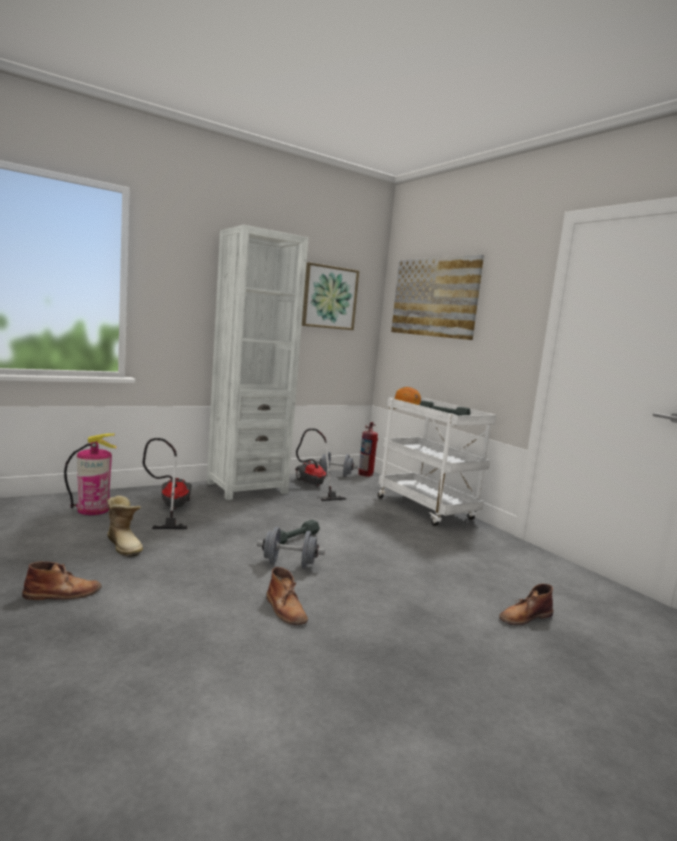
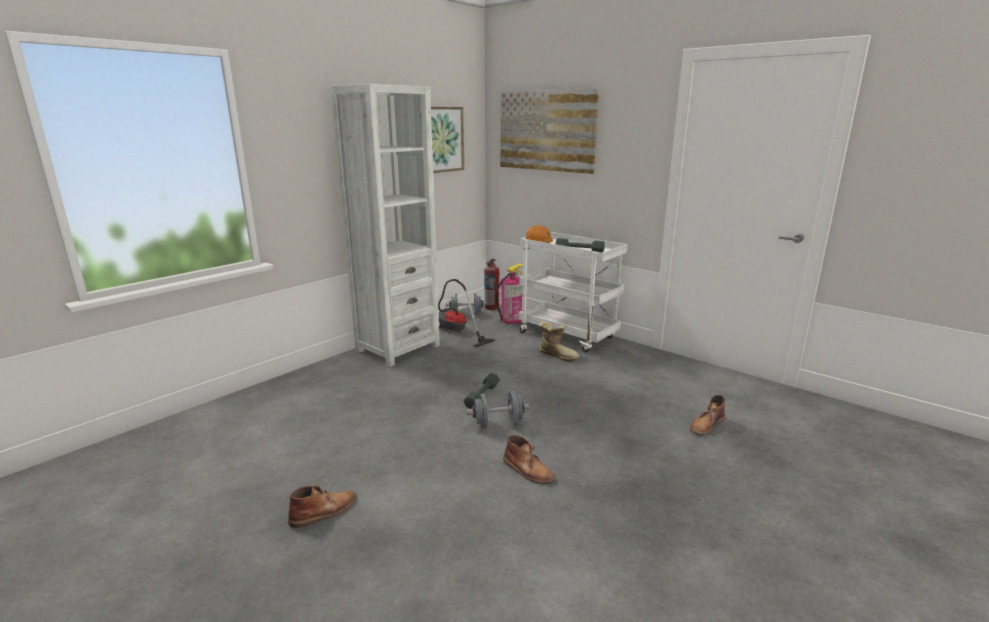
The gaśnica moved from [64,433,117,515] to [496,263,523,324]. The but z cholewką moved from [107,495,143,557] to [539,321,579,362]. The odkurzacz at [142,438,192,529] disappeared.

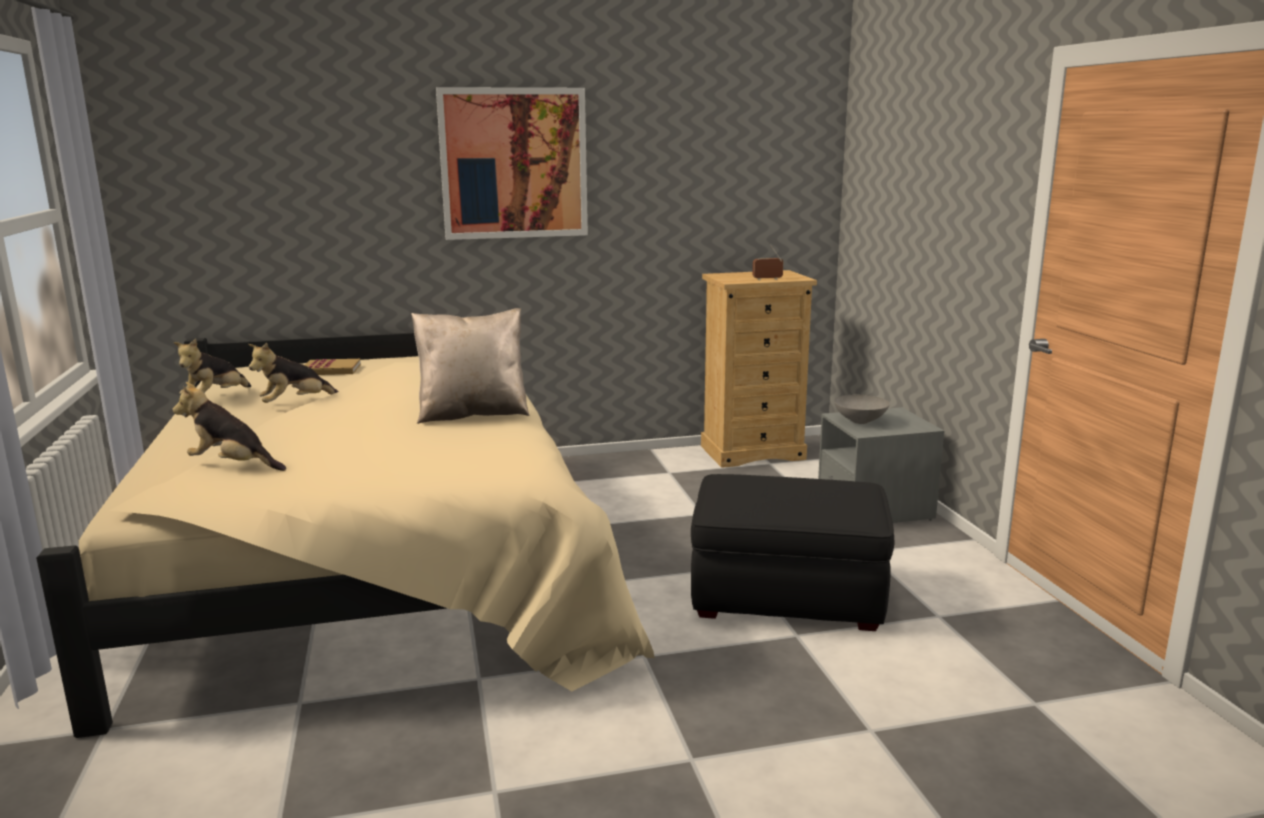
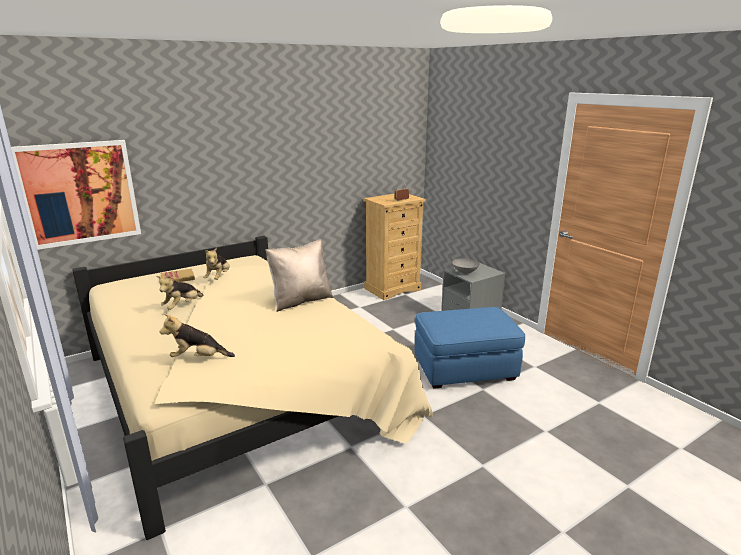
The pluszak moved from [173,339,251,394] to [203,247,230,280]. The obraz moved from [436,87,588,240] to [11,140,141,250]. The pufa (czarny) at [691,474,894,631] became the pufa (niebieski) at [415,307,525,389].

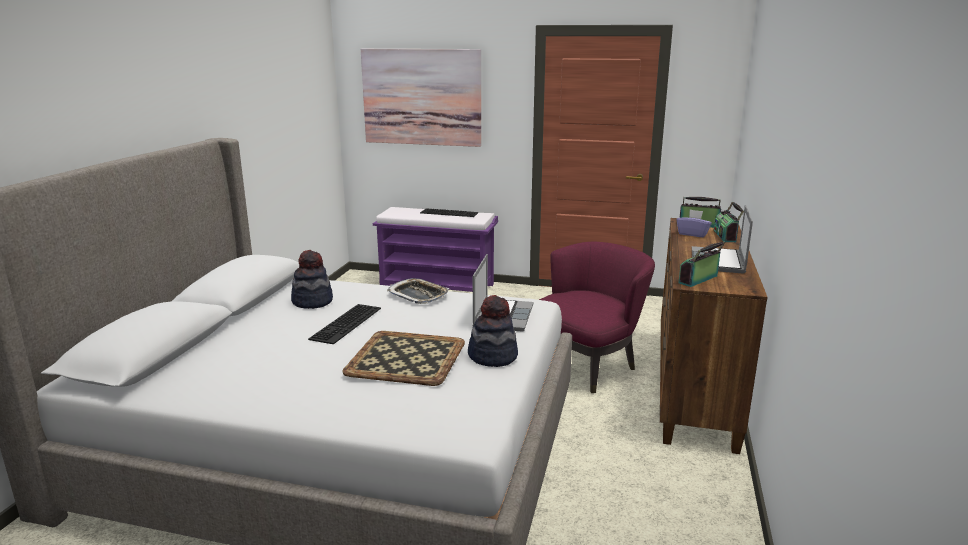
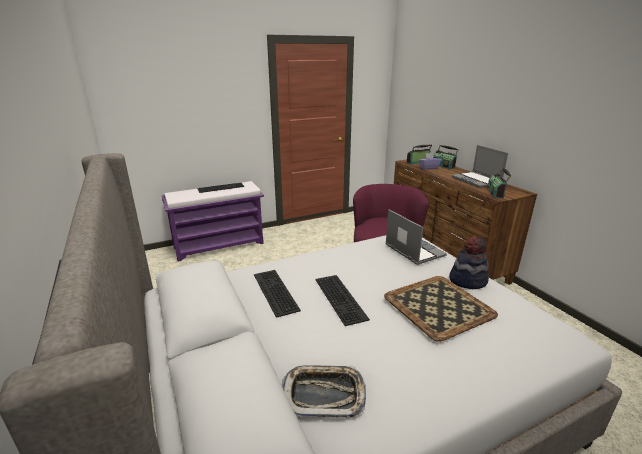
The kapelusz at [291,250,333,309] was replaced by the klawiatura at [254,270,301,318]. The obraz at [361,49,481,147] disappeared. The taca moved from [387,278,449,304] to [282,365,366,418].

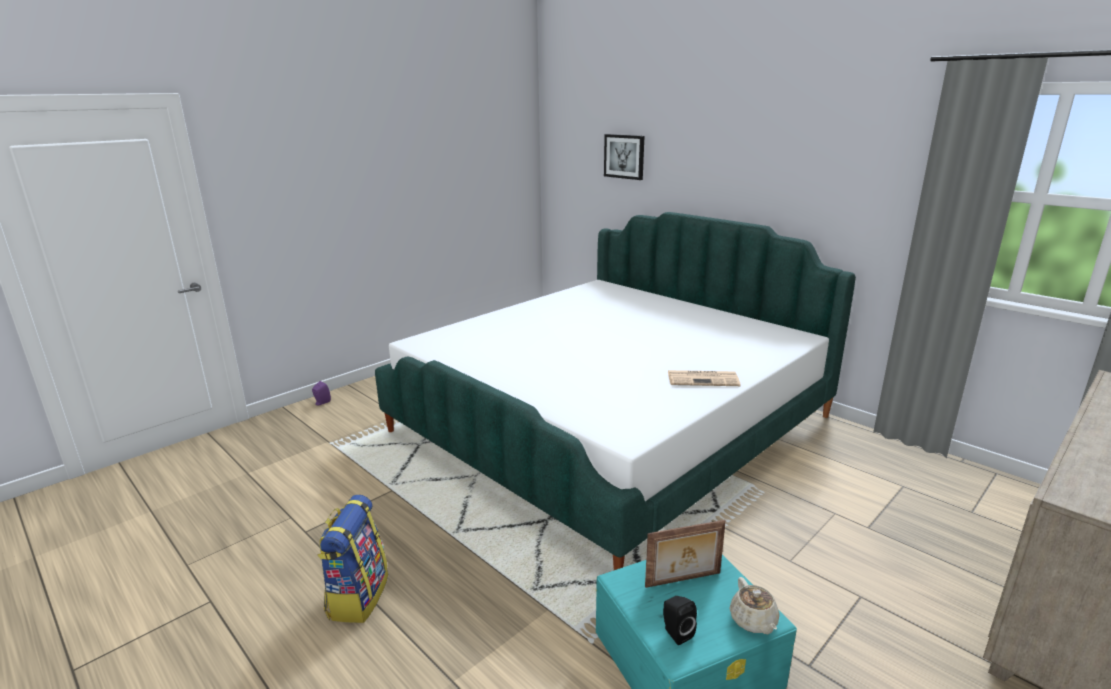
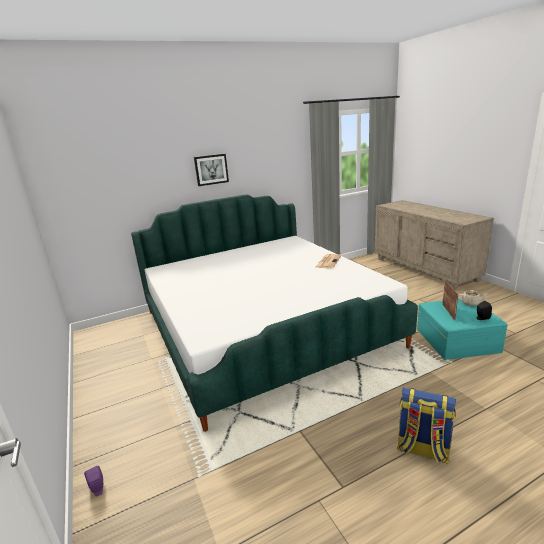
The obraz moved from [604,134,644,180] to [194,154,229,186].

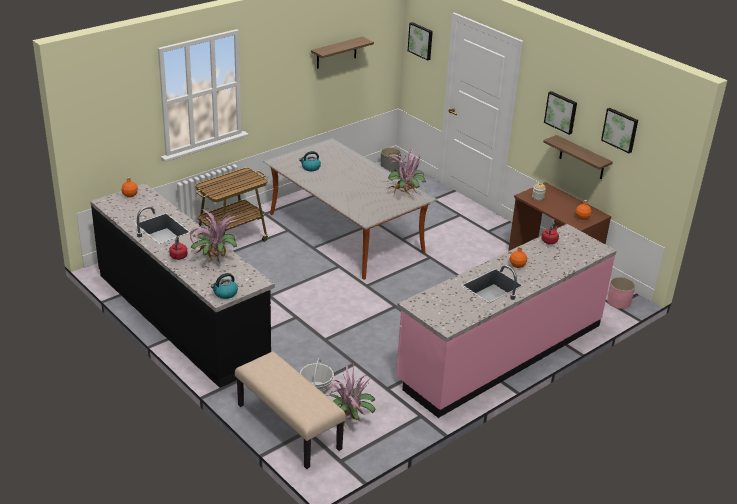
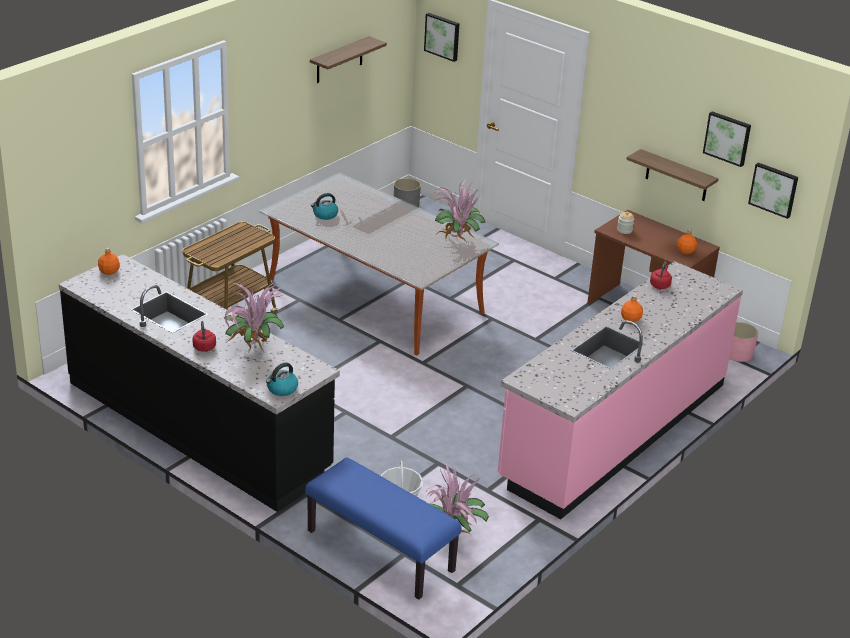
The ławka (beżowy) at [235,351,346,469] became the ławka (niebieski) at [305,457,461,600]. The obraz moved from [544,91,577,135] to [748,163,798,219].

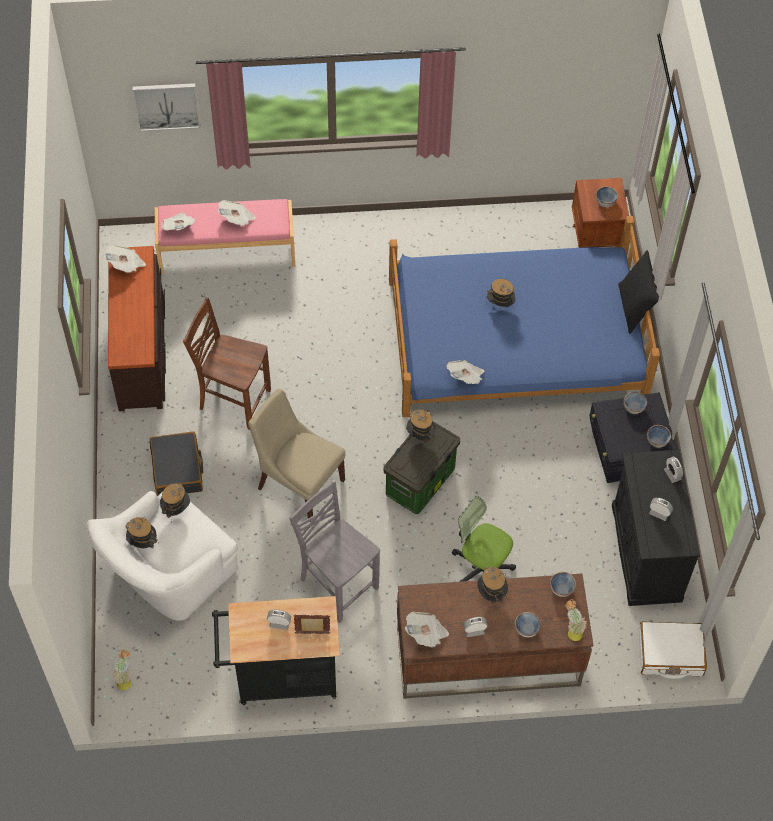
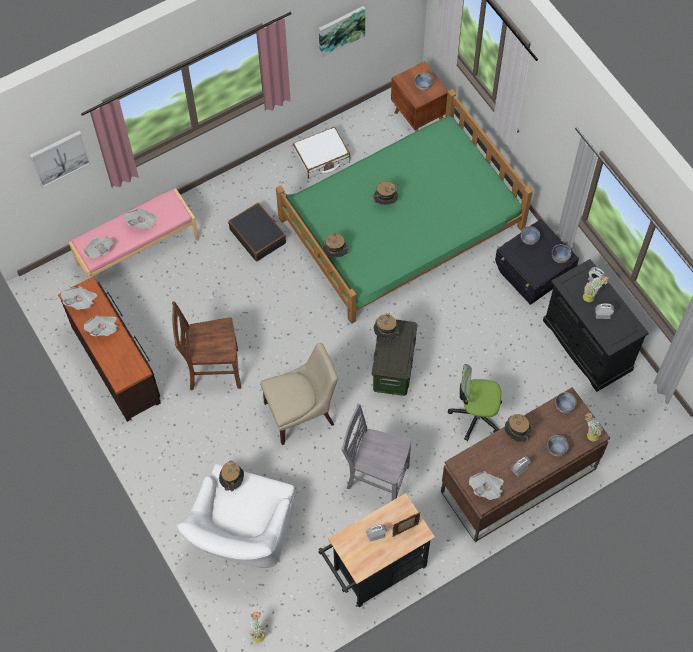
The kapelusz moved from [126,517,159,548] to [323,233,349,257]. The walizka (czarny) moved from [150,431,203,497] to [228,203,286,262]. The krzesło (beżowy) at [248,388,345,522] turned 150 degrees clockwise. The łóżko (niebieski) at [389,216,660,417] became the łóżko (zielony) at [276,89,533,324]. The gazeta moved from [447,360,484,384] to [84,316,118,336]. The poduszka (czarny) at [618,250,659,334] disappeared. The walizka (biały) moved from [638,621,707,679] to [293,127,350,178]. The obraz at [319,6,365,58] appeared. The roślina doniczkowa at [583,276,609,302] appeared.

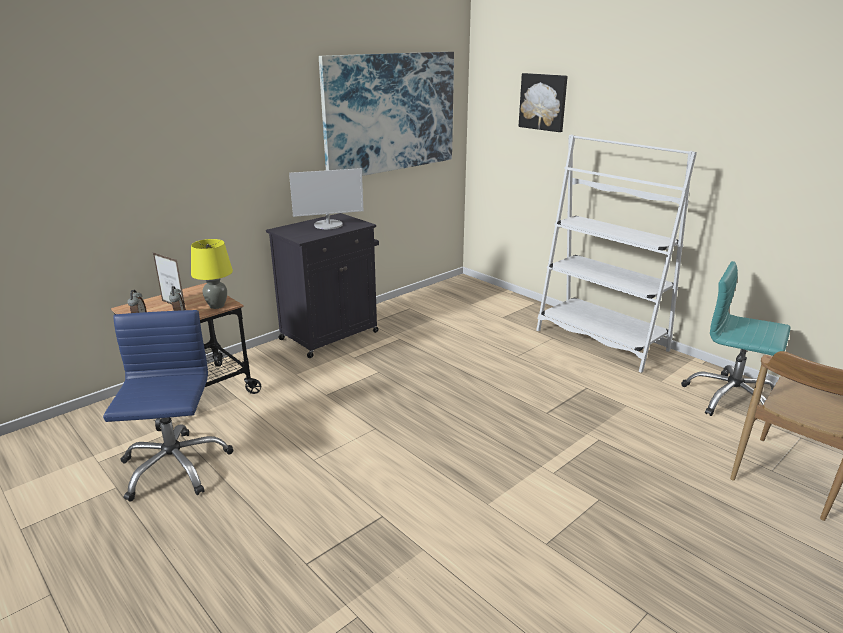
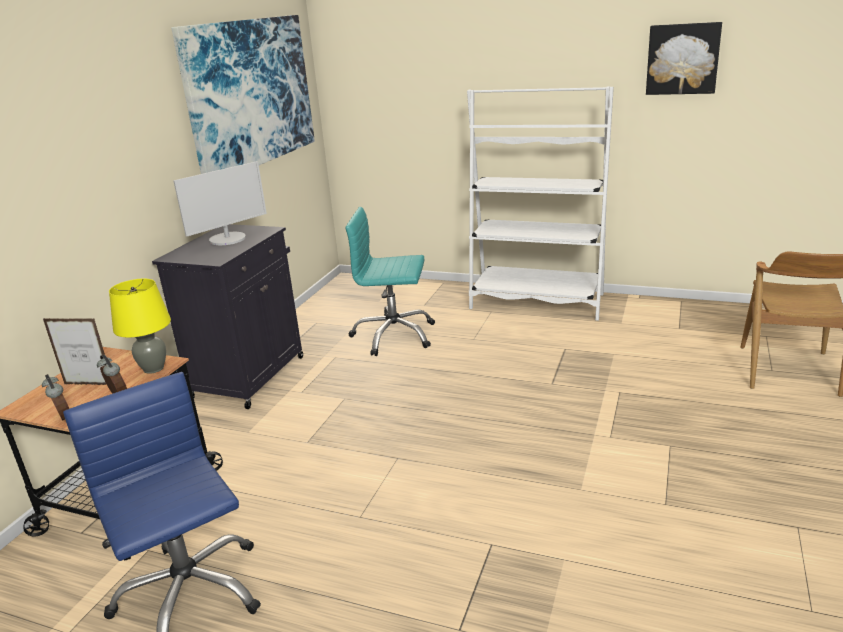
The obraz moved from [519,73,567,132] to [646,22,722,95]. The krzesło biurowe (turkusowy) moved from [681,261,791,416] to [345,207,435,356].

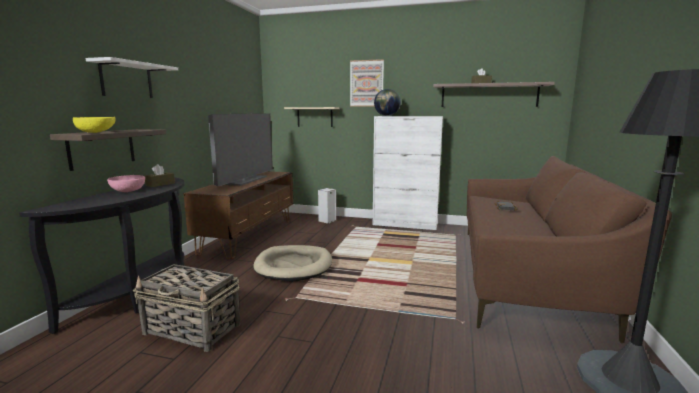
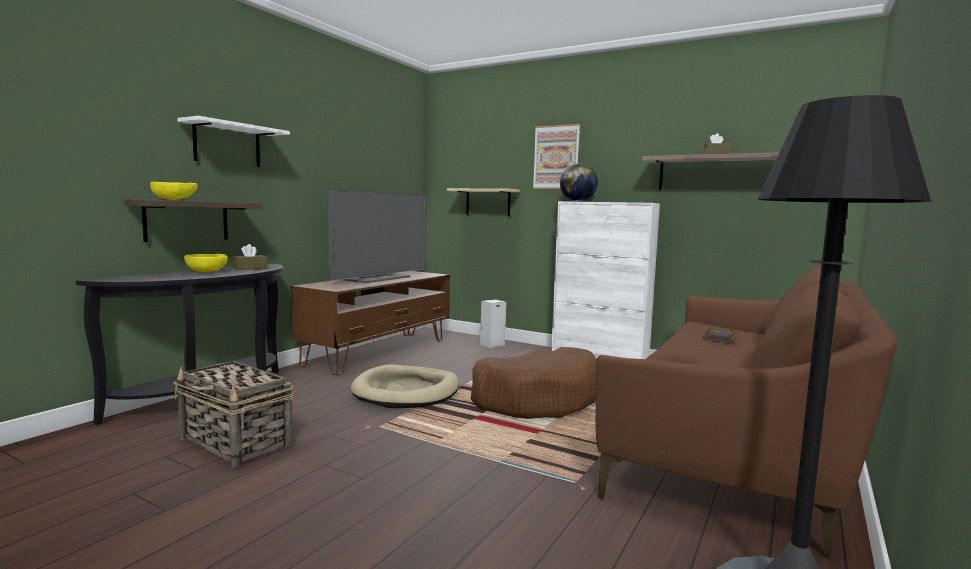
The miska (różowy) at [107,175,145,192] became the miska (żółty) at [184,254,228,272]. The legowisko (brązowy) at [470,347,597,419] appeared.

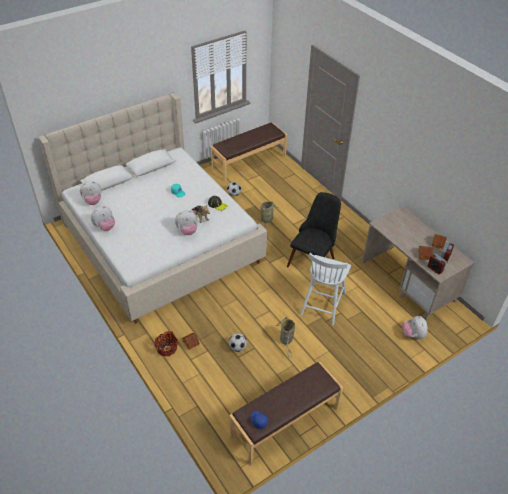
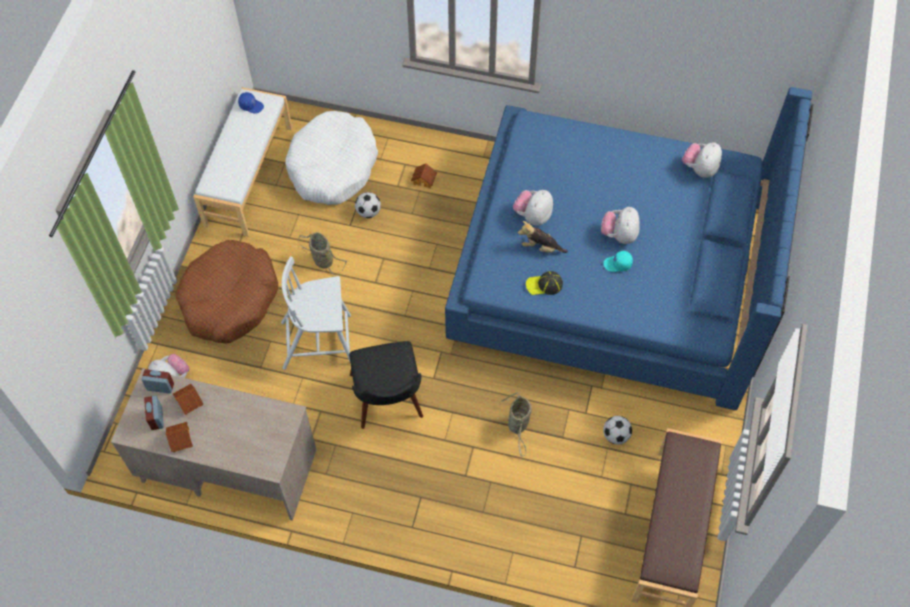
The łóżko (beżowy) at [38,92,267,323] became the łóżko (niebieski) at [445,87,814,410]. The pluszak moved from [91,206,115,231] to [601,207,640,244]. The koszyk at [154,331,178,356] disappeared. The ławka (brązowy) at [229,361,343,465] became the ławka (biały) at [193,87,292,237]. The krzesło (biały) at [300,253,351,325] turned 75 degrees counterclockwise. The legowisko (brązowy) at [175,240,278,343] appeared. The legowisko (biały) at [285,111,378,205] appeared.

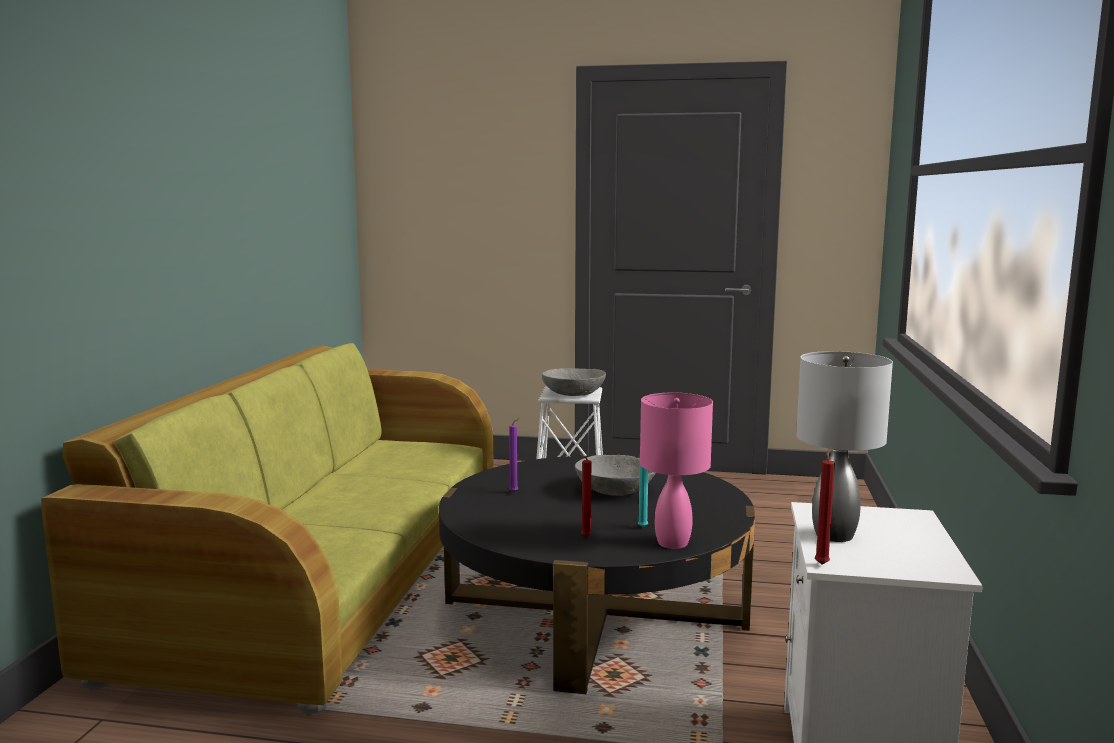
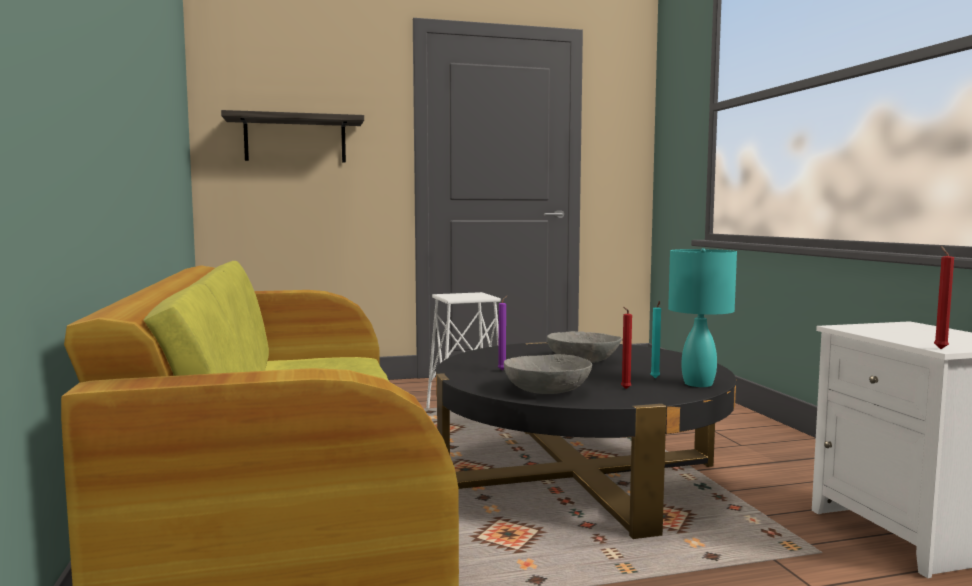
The miska (szary) moved from [542,368,606,396] to [504,354,592,394]. The lampa stołowa (różowy) at [640,393,713,549] became the lampa stołowa (turkusowy) at [668,248,737,387]. The lampa stołowa (szary) at [796,351,893,542] disappeared. The półka at [221,110,364,163] appeared.

